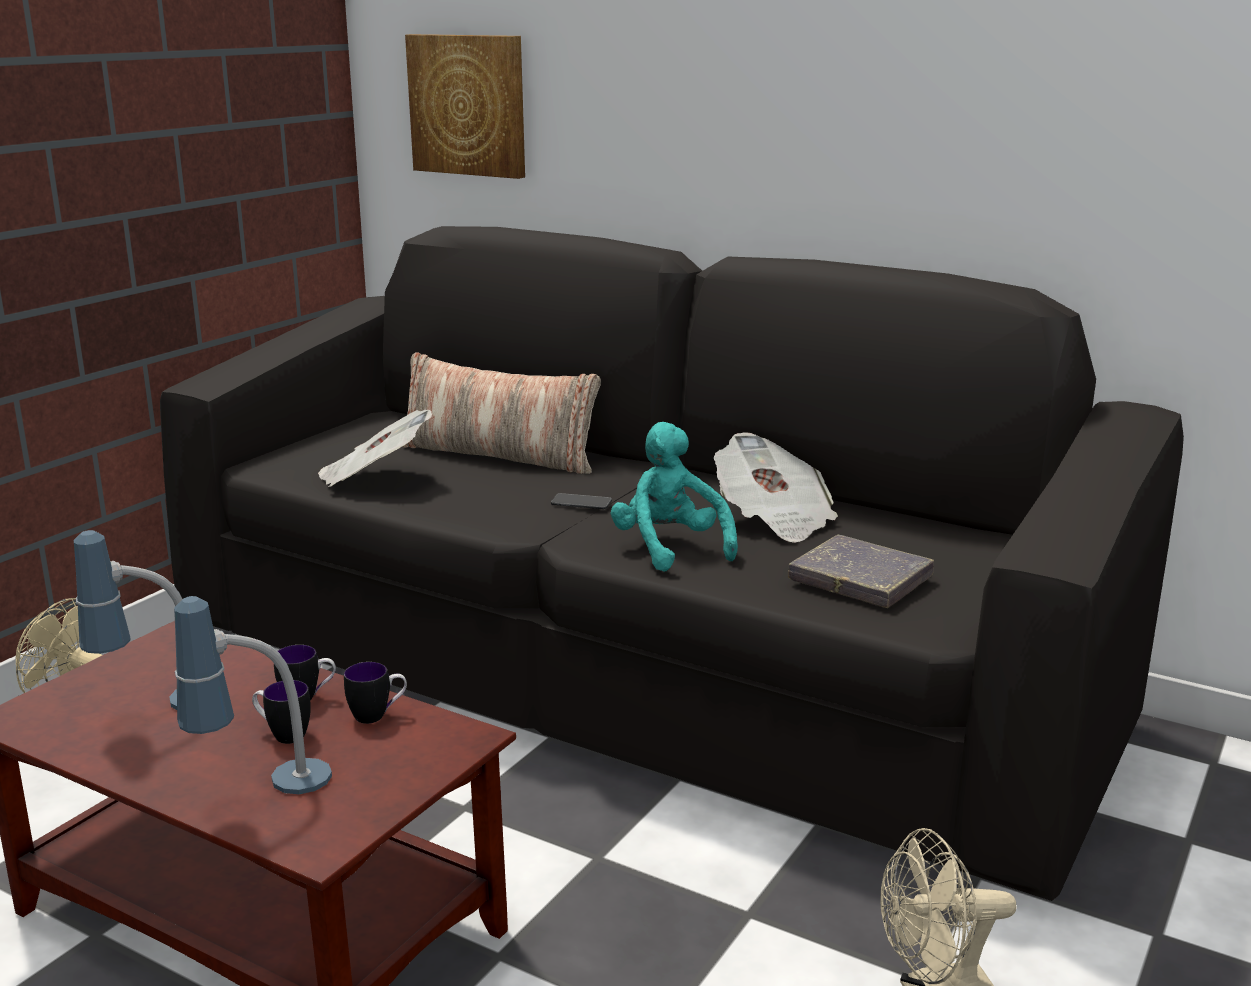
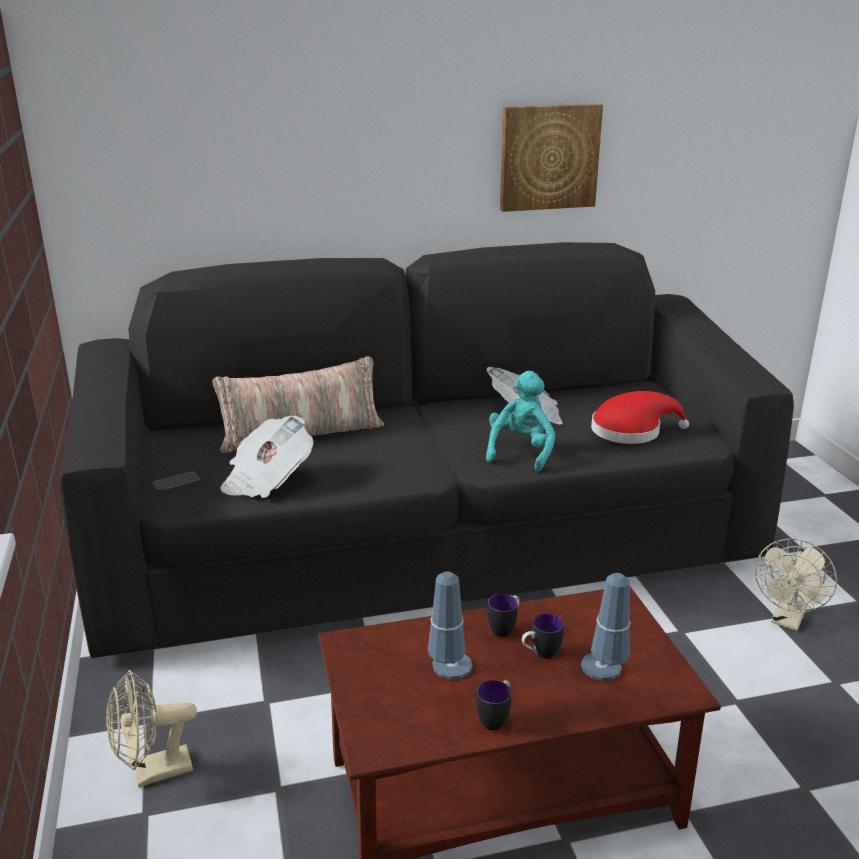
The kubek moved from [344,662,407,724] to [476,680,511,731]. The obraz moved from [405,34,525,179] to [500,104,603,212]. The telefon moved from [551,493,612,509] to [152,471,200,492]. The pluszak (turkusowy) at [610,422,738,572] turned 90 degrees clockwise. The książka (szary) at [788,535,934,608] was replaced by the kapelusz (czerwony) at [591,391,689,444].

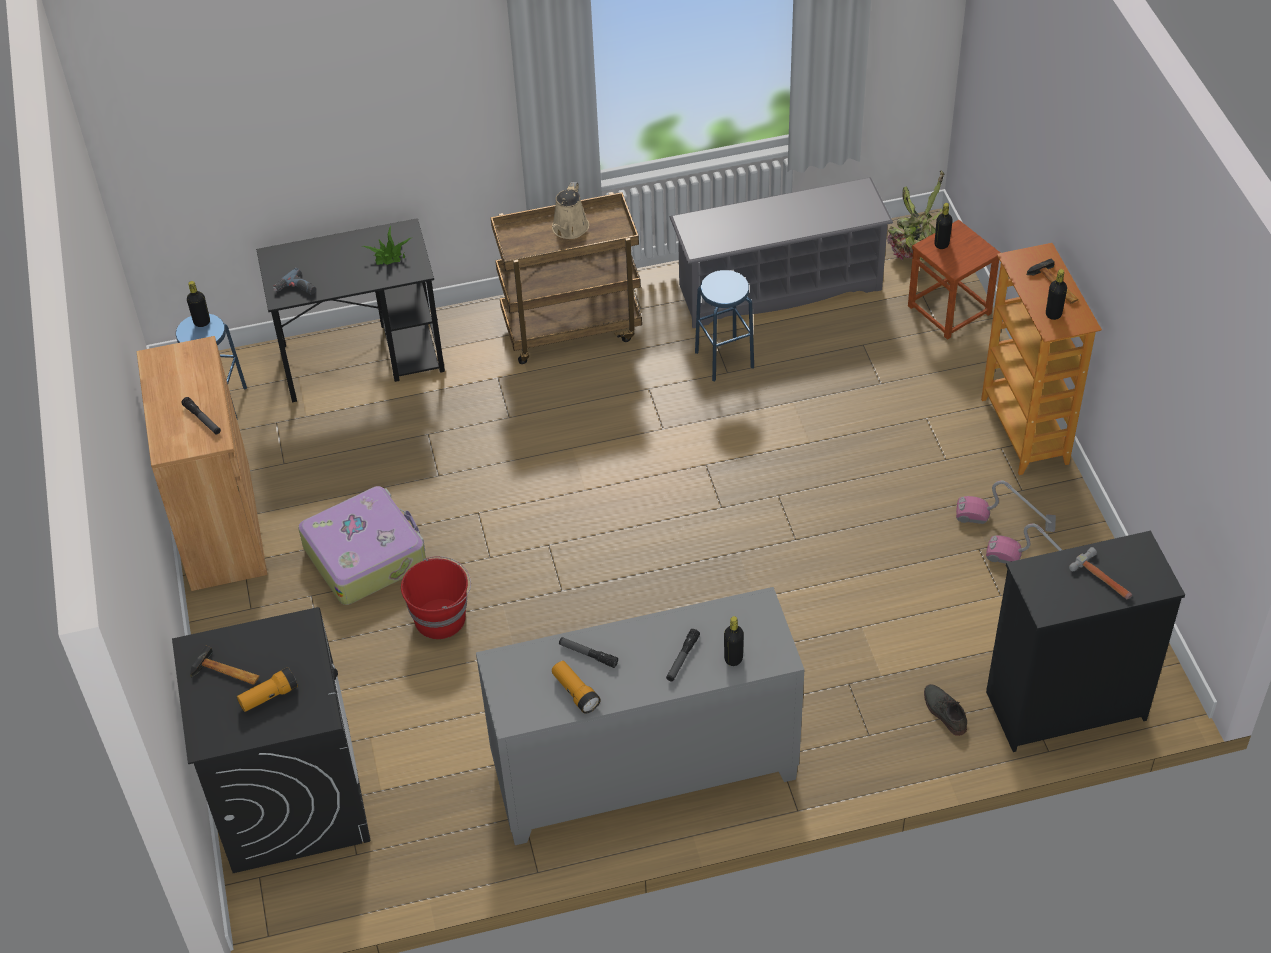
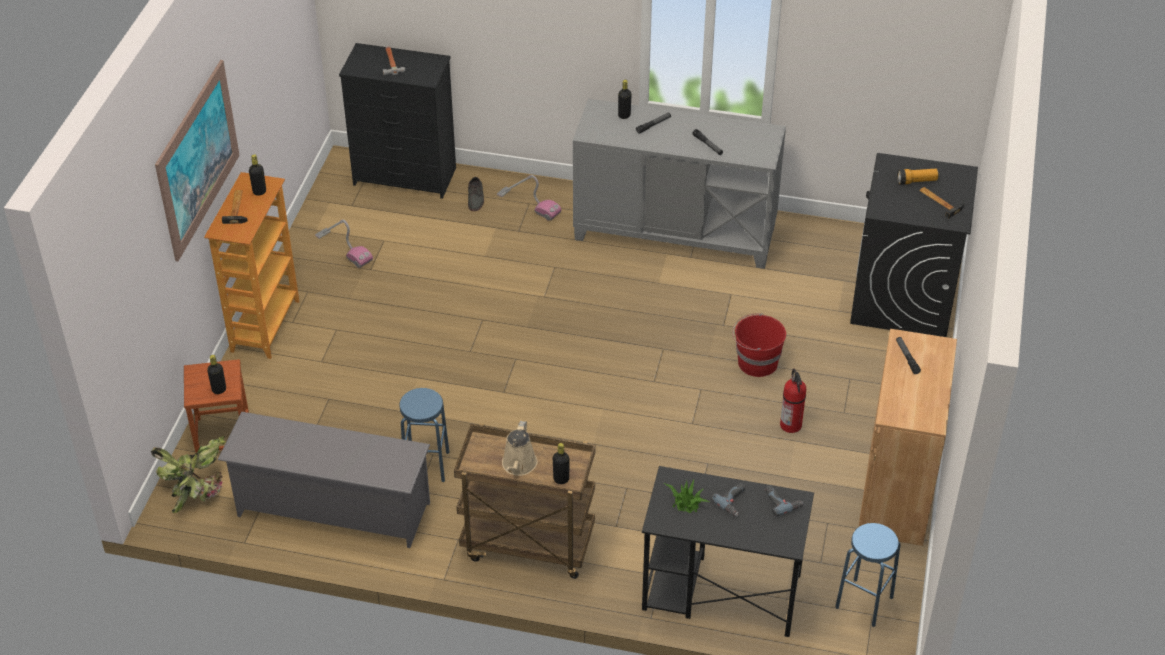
The butelka (czarny) moved from [187,281,210,327] to [553,443,570,484]. The walizka at [298,486,426,605] was replaced by the gaśnica at [780,369,806,433]. The konewka (beżowy) at [552,182,589,239] turned 150 degrees clockwise. The latarka at [552,661,601,714] disappeared. The odkurzacz moved from [956,480,1056,532] to [497,175,561,221]. The obraz at [155,60,240,261] appeared. The wiertarka at [711,483,745,516] appeared.

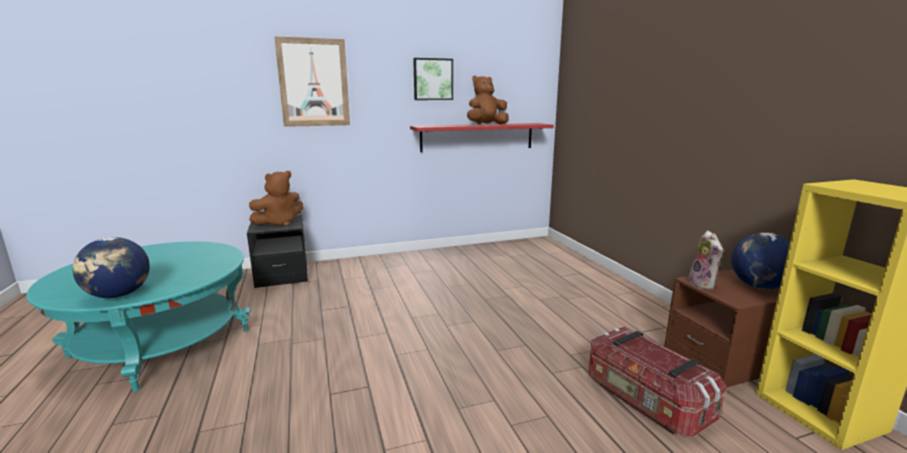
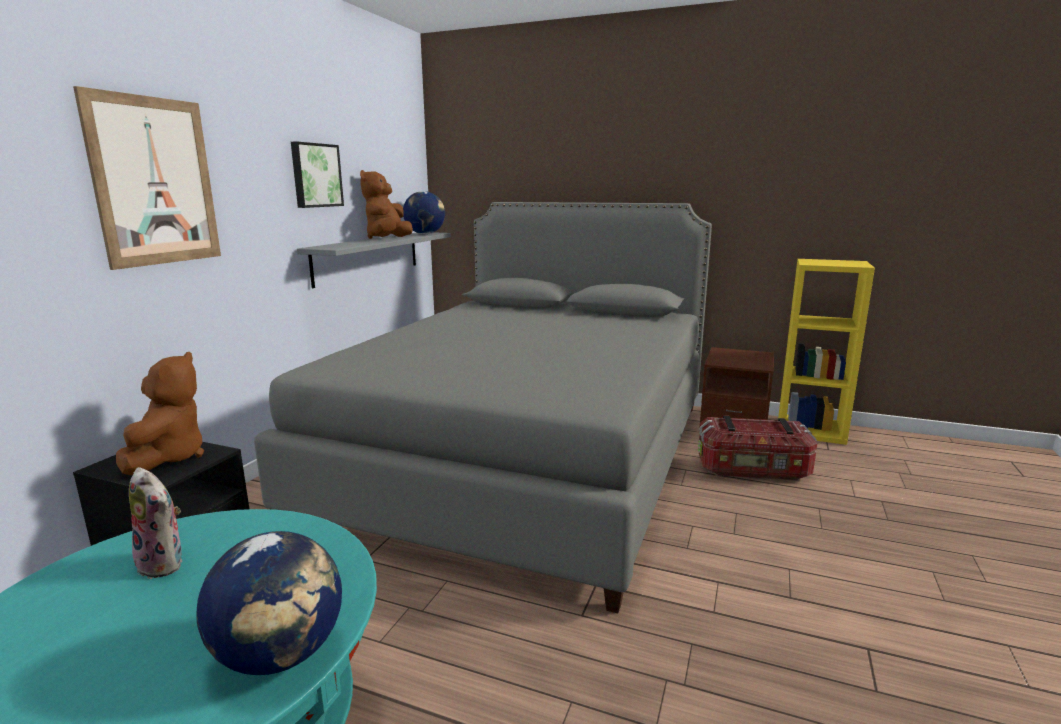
The półka (czerwony) at [410,123,554,152] became the półka (szary) at [297,232,451,288]. The pluszak moved from [689,231,723,290] to [129,467,182,579]. The globus moved from [731,232,790,289] to [403,191,445,234]. The łóżko (szary) at [254,202,712,613] appeared.

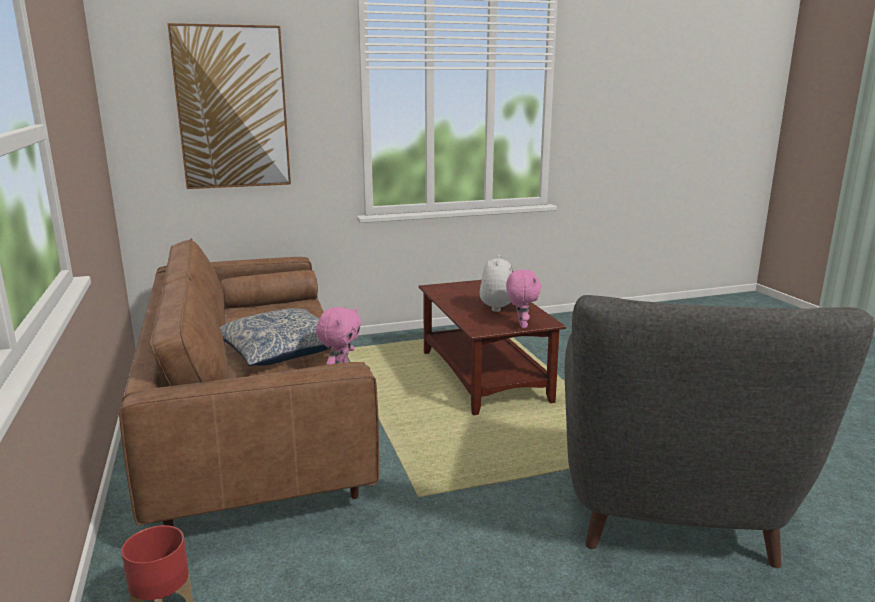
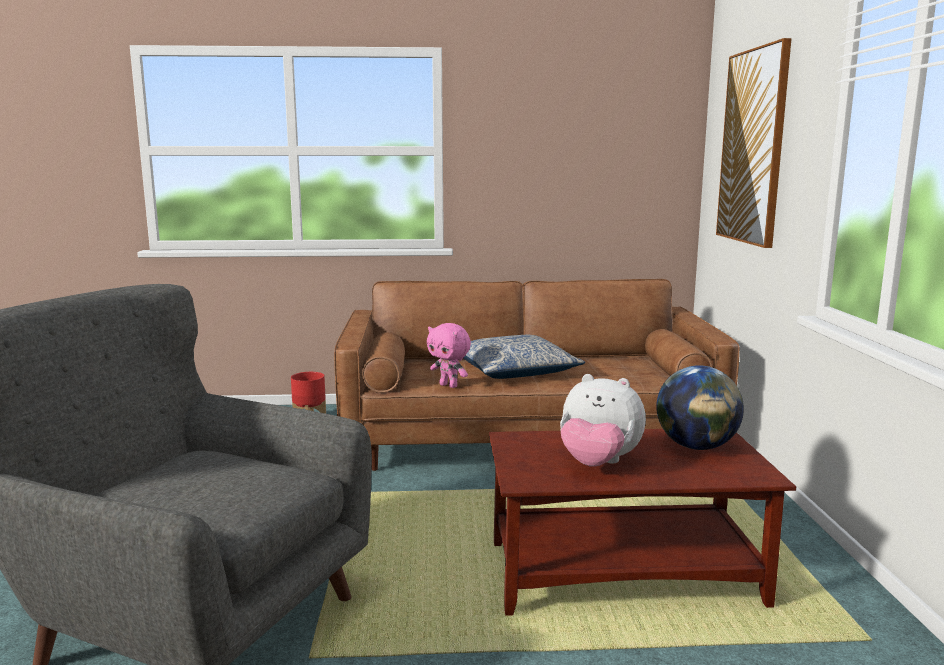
The pluszak (różowy) at [506,269,541,328] disappeared. The globus at [656,365,744,450] appeared.

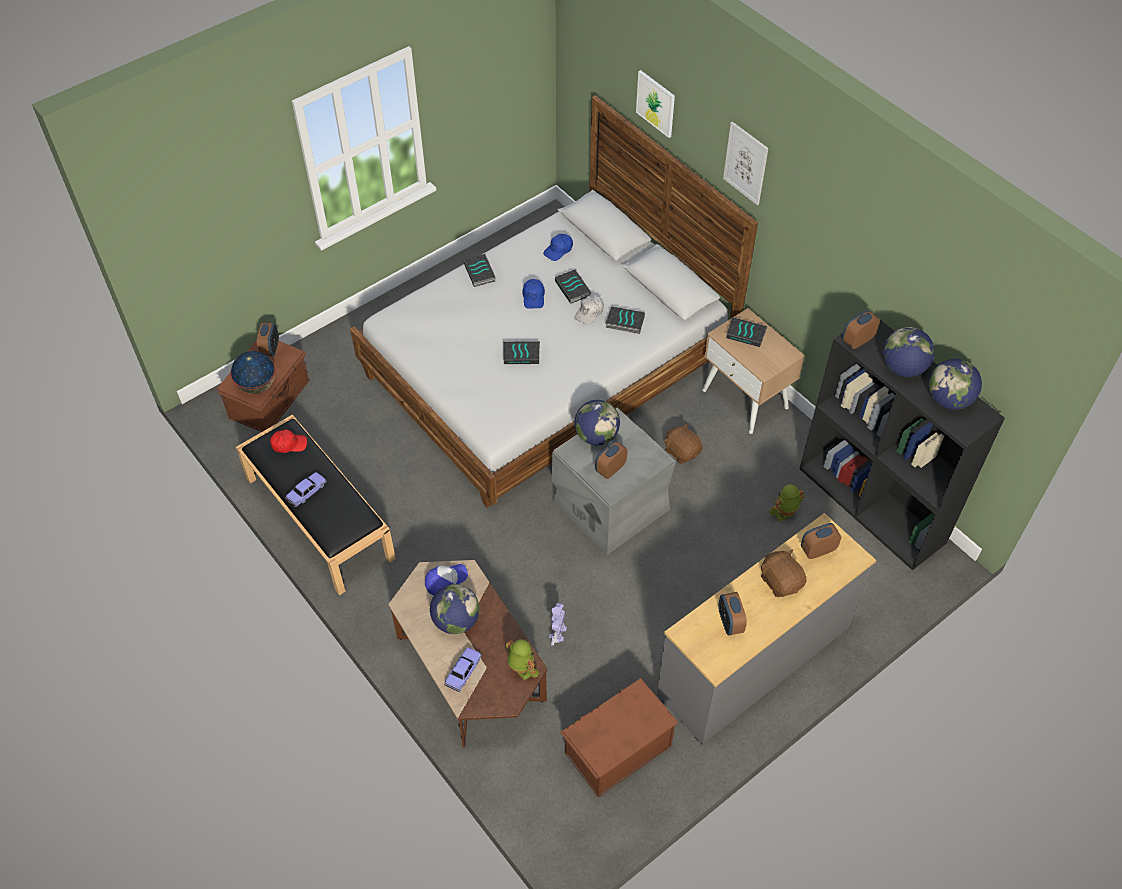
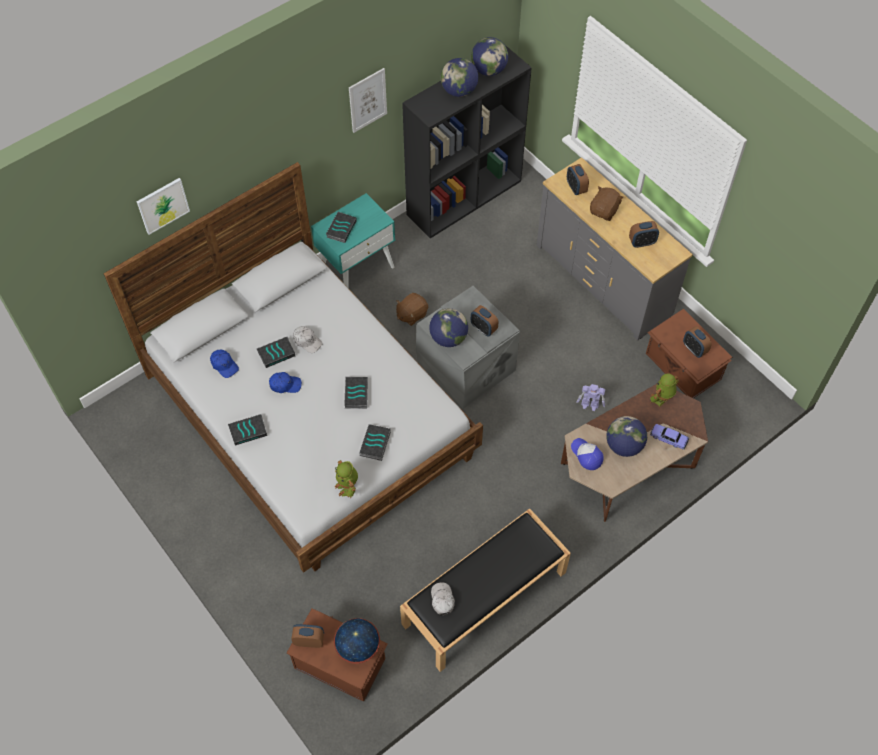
The czapka z daszkiem (czerwony) at [270,429,307,453] became the czapka z daszkiem (biały) at [431,582,455,615]. The samochodzik at [285,472,327,507] disappeared. The książka moved from [605,306,645,334] to [359,424,391,461]. The szafka nocna (beżowy) at [702,308,805,434] became the szafka nocna (turkusowy) at [311,193,395,287]. The obraz moved from [723,122,768,205] to [349,68,387,133]. The pluszak (brązowy) at [761,549,807,597] turned 150 degrees clockwise. The robot zabawkowy moved from [769,484,805,521] to [335,460,358,498]. The budzik moved from [842,310,880,349] to [683,326,712,358].

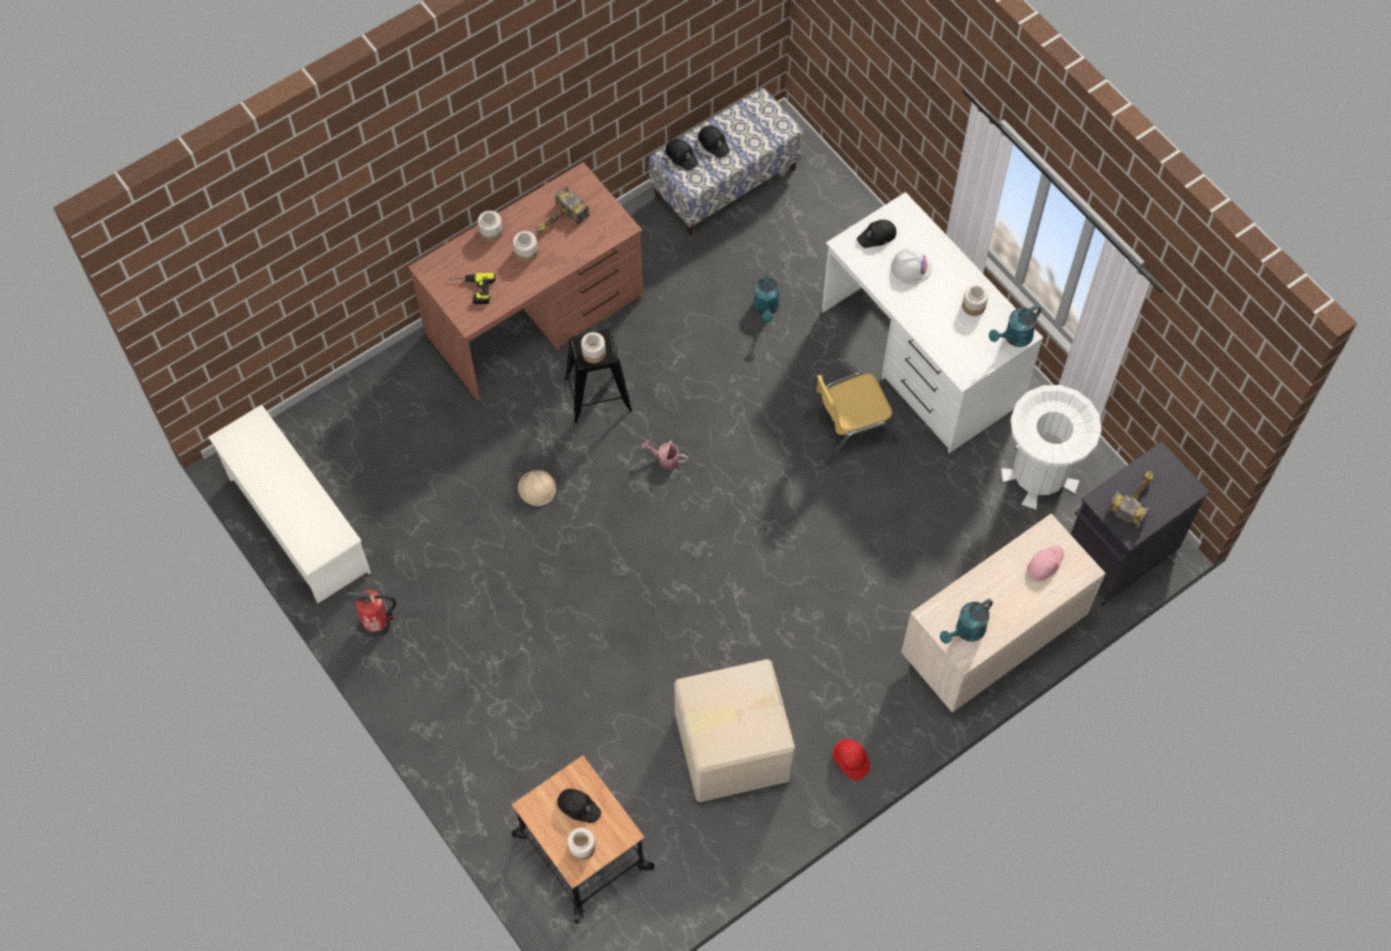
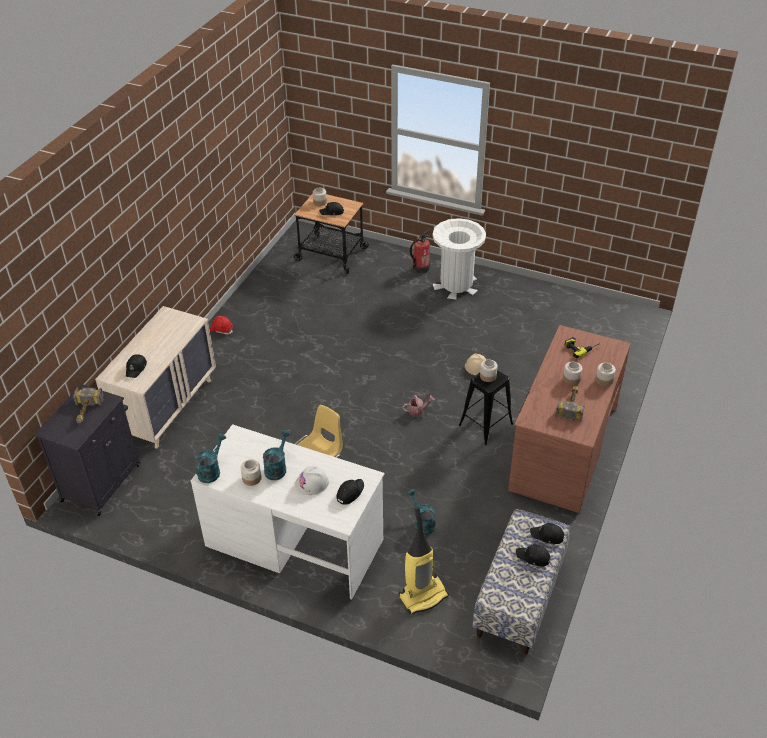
The regał na buty (biały) at [208,405,371,603] disappeared. The gaśnica moved from [347,590,396,637] to [410,229,431,273]. The karton at [674,659,795,802] disappeared. The konewka (turkusowy) moved from [940,599,993,644] to [263,430,290,480]. The kosz na śmieci (biały) moved from [1001,385,1102,509] to [433,218,486,300]. The czapka z daszkiem (różowy) at [1027,546,1064,581] became the czapka z daszkiem (czarny) at [126,354,147,378]. The odkurzacz at [399,507,449,615] appeared.

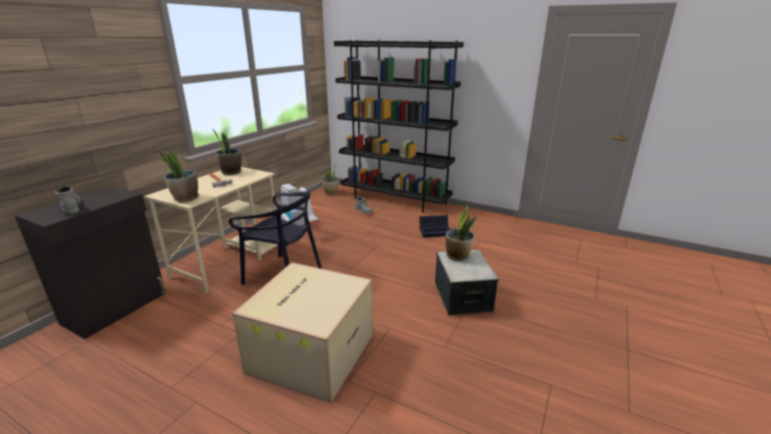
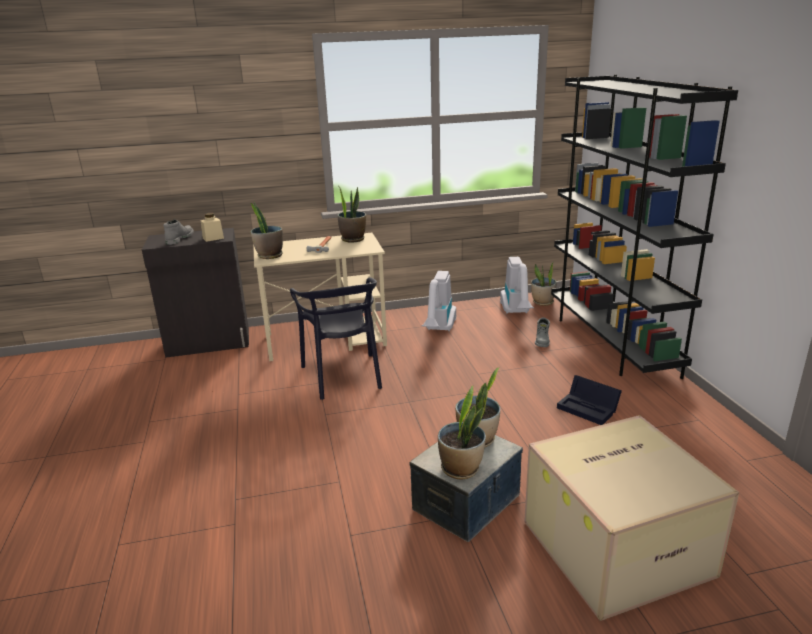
The karton moved from [232,262,373,403] to [524,415,739,621]. The słoik (beżowy) at [201,213,224,242] appeared. The roślina doniczkowa at [438,386,486,479] appeared. The odkurzacz at [500,257,534,314] appeared.

